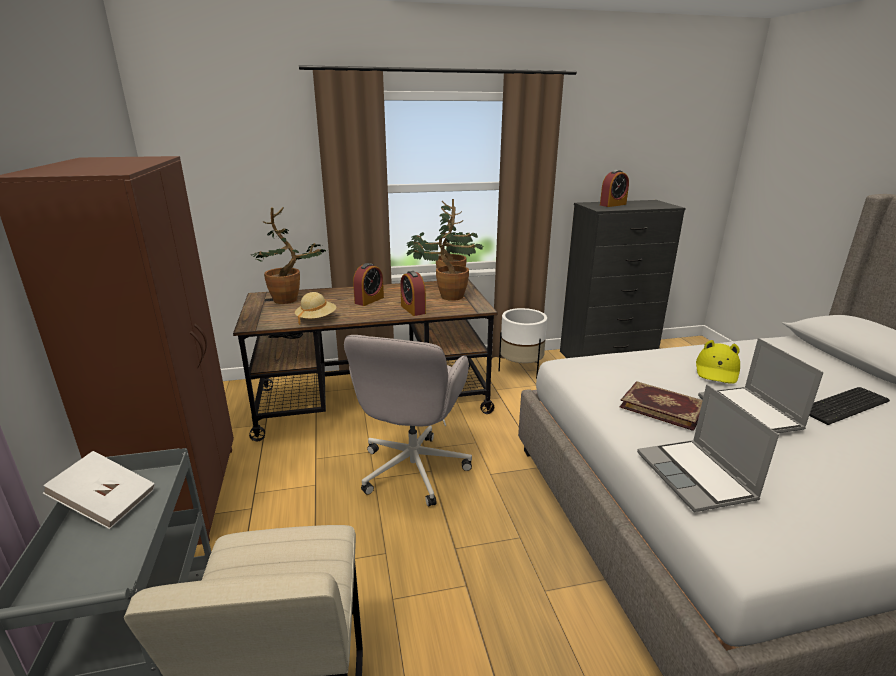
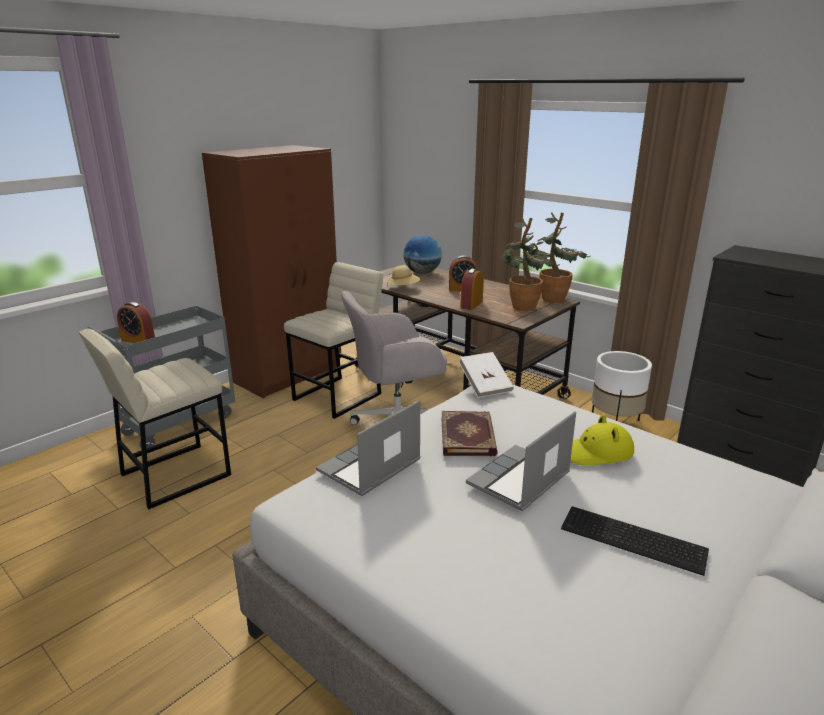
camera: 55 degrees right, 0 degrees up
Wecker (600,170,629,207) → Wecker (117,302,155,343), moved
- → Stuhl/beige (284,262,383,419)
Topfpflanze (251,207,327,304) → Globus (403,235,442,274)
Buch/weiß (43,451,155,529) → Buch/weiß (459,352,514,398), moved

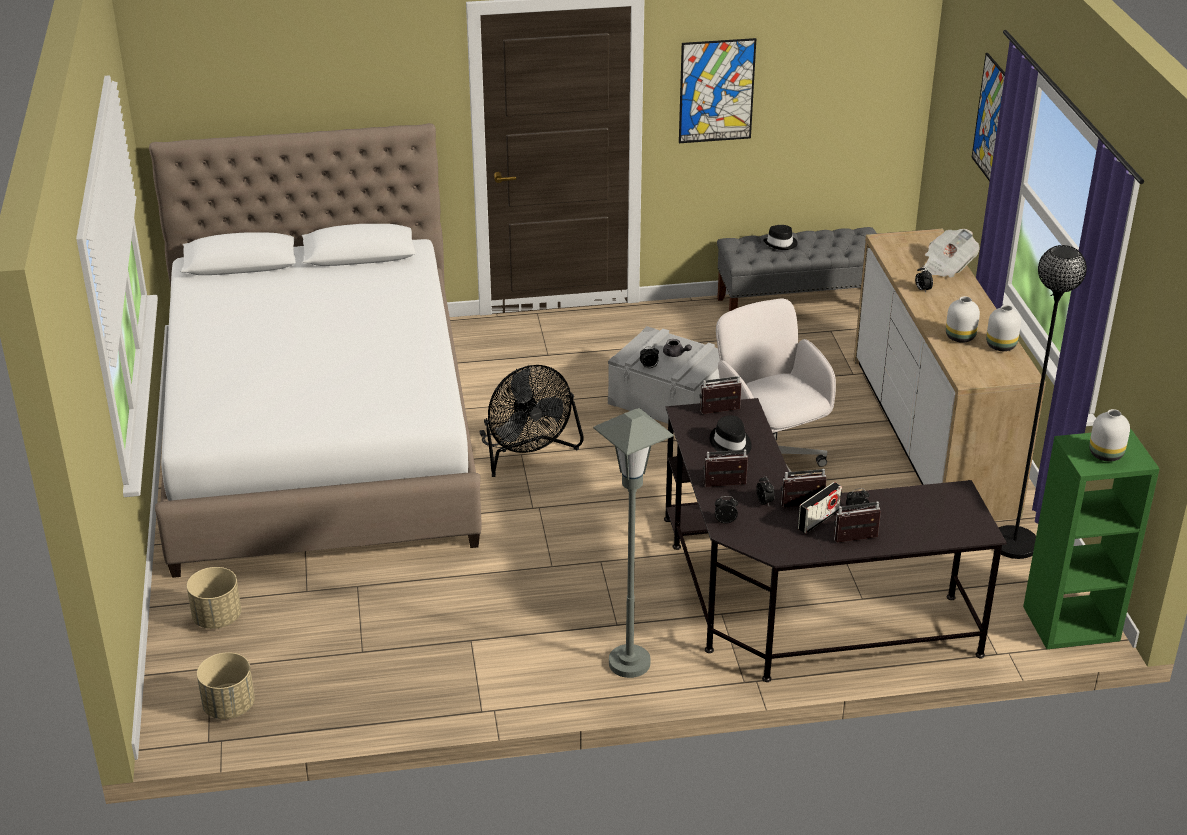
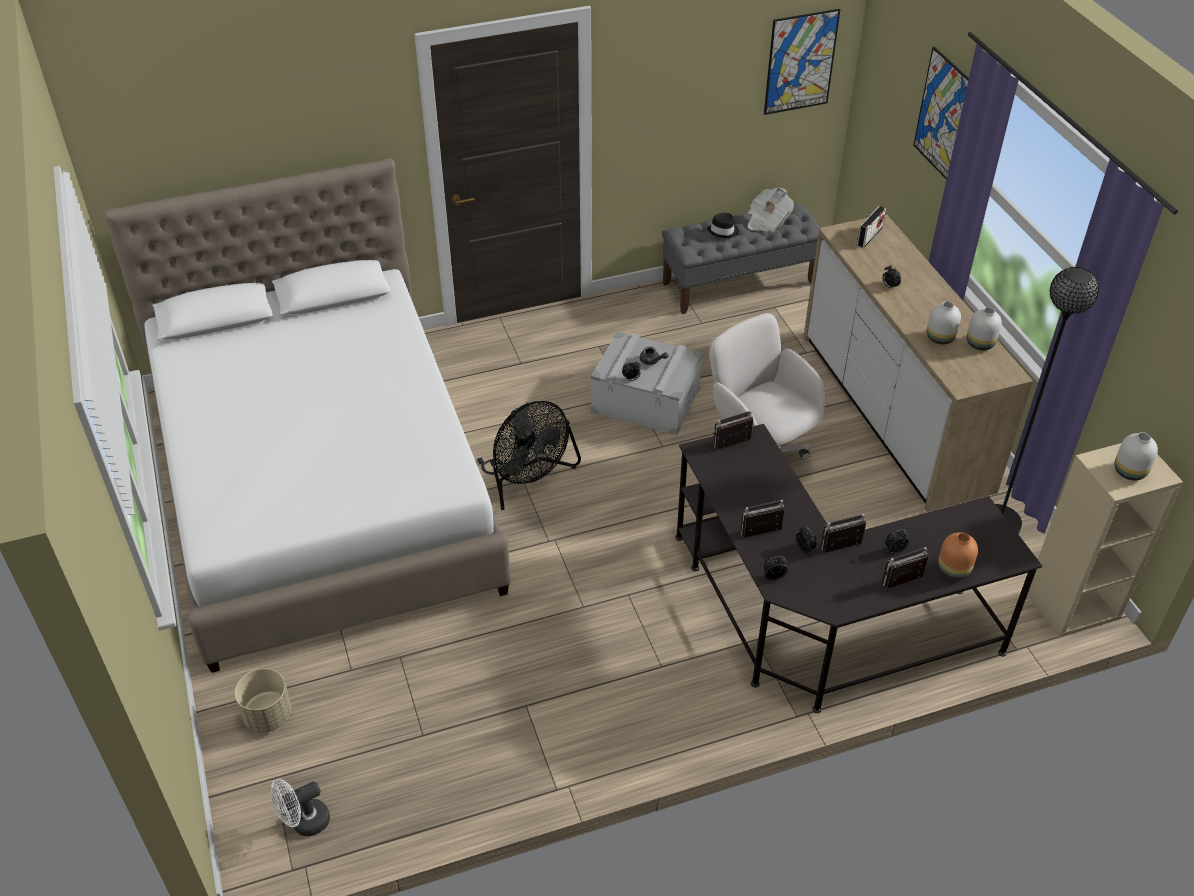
camera: 10 degrees left, 10 degrees up
Pflanzkübel/beige (197,652,255,719) → Ventilator/weiß (270,778,330,836)
Zeitung (922,229,979,278) → Zeitung (748,188,794,232), moved
Bild (679,38,756,143) → Bild (764,9,840,115), moved
Radio (798,482,842,533) → Radio (857,206,886,248), moved
- → Vase/orange (938,533,978,579)
Bücherregal/grün (1023,429,1160,649) → Bücherregal/beige (1027,443,1183,638)
Stehlampe/grau (593,408,674,678) → -
Hut/schwarz (710,415,752,455) → -

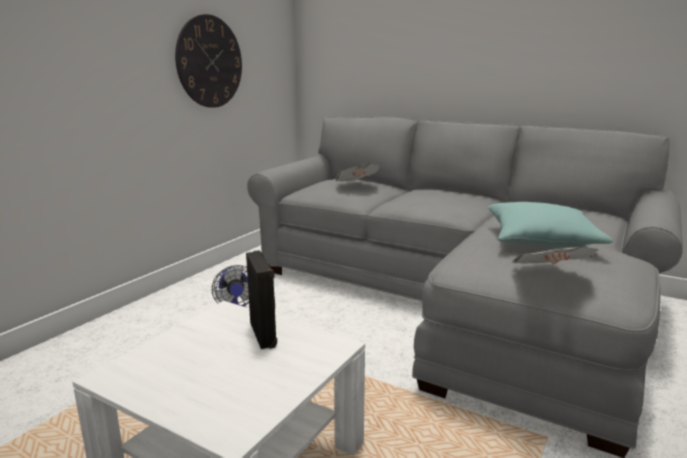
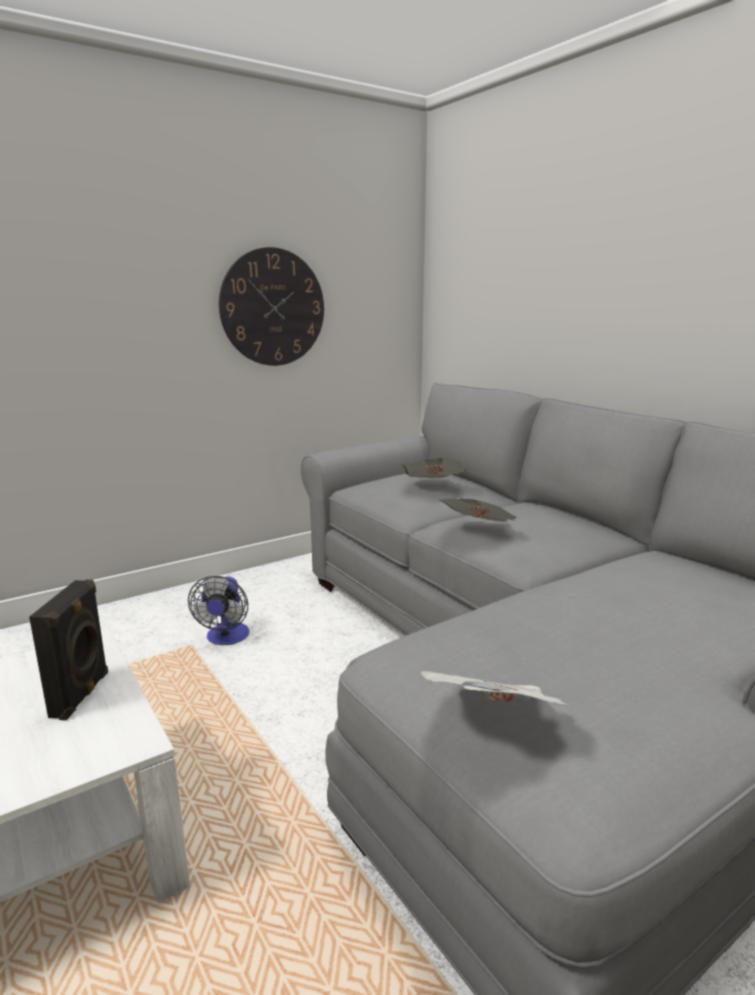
camera: 25 degrees right, 0 degrees up
- → Zeitung (438,498,516,522)
Kissen/türkis (488,202,613,247) → -

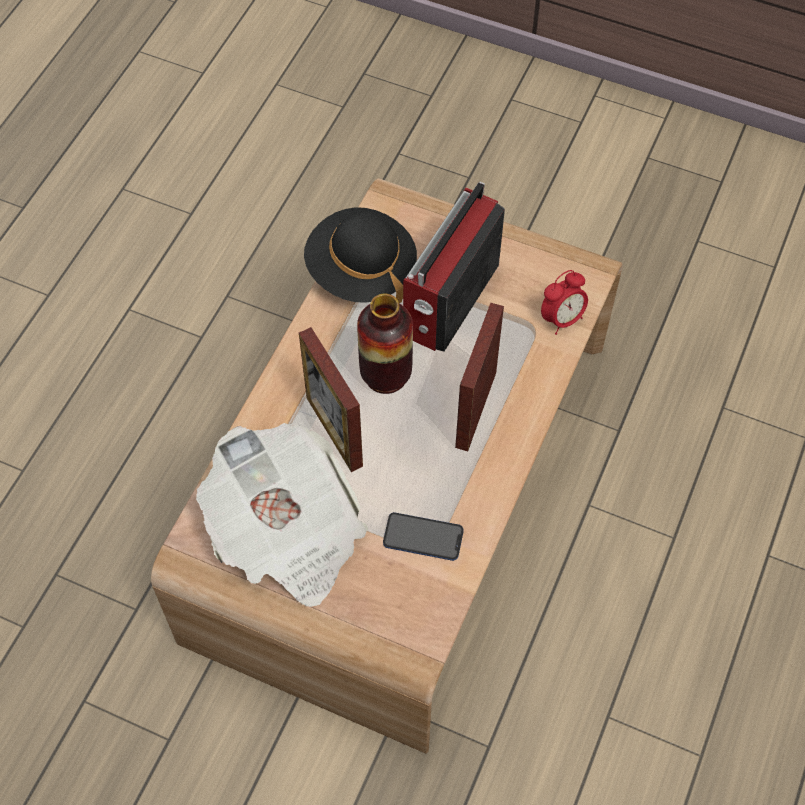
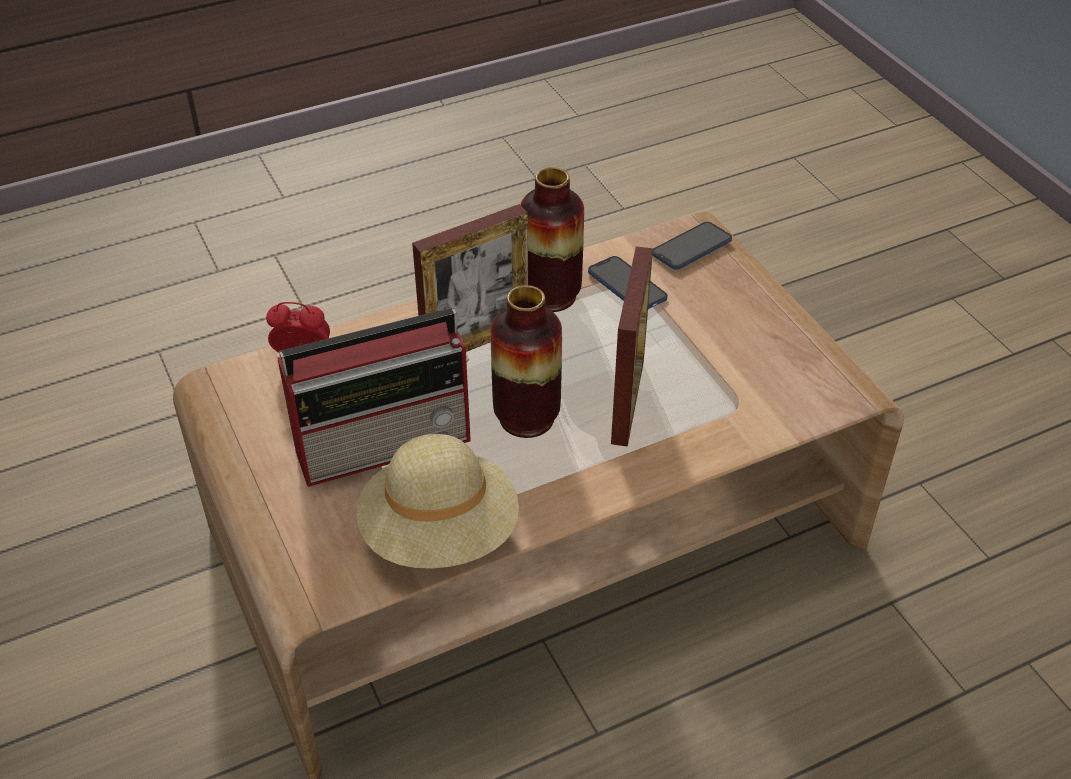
camera: 140 degrees left, 15 degrees down
Hut/schwarz (304,207,417,303) → Hut/beige (357,434,519,569)
- → Vase (520,167,584,312)
- → Handy (652,222,732,270)
Zeitung (196,423,368,607) → -

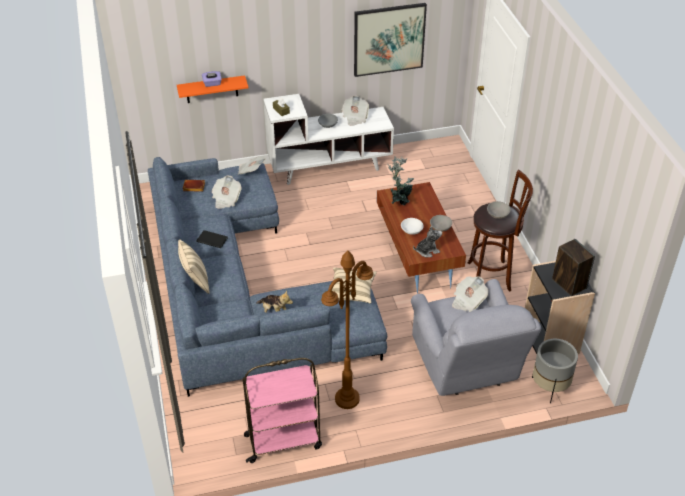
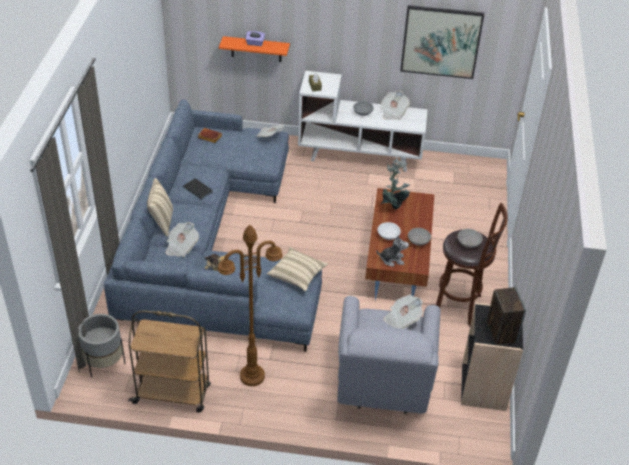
camera: 20 degrees right, 0 degrees up
Pflanzkübel/grau (532,339,578,404) → Pflanzkübel/grau (78,314,126,378), moved
Rollwagen/rosa (243,358,322,463) → Rollwagen/braun (128,310,211,413)
Zeitung (211,176,242,209) → Zeitung (165,222,199,257), moved

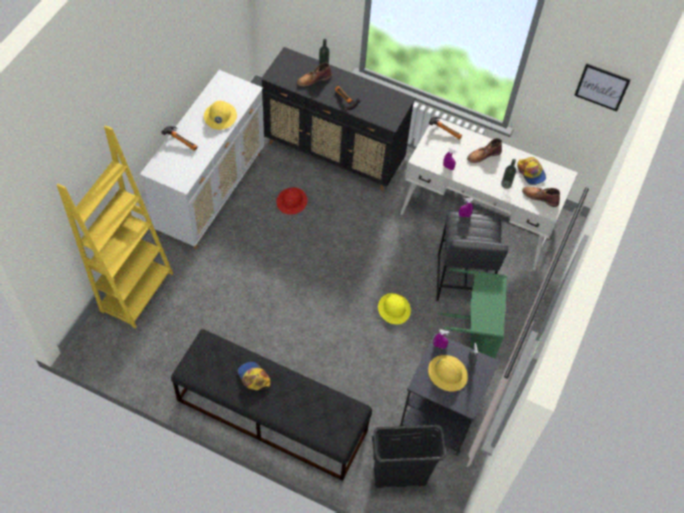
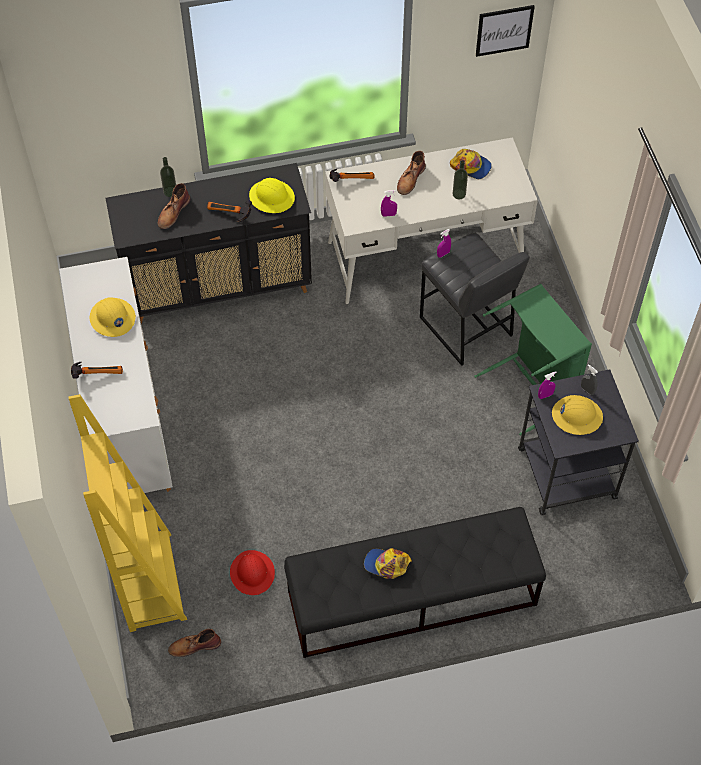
camera: 35 degrees left, 0 degrees up
Stiefel/braun (522,187,560,207) → Stiefel/braun (168,629,221,657), moved
Schutzhelm/rot (276,187,308,215) → Schutzhelm/rot (230,550,275,595), moved
Schutzhelm/gelb (378,293,411,324) → Schutzhelm/gelb (249,178,295,213), moved
Mülleimer/schwarz (372,425,445,488) → -

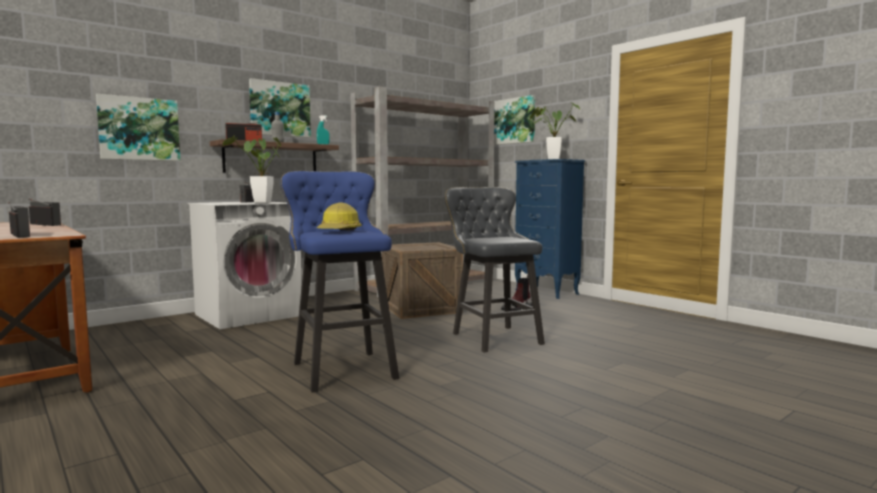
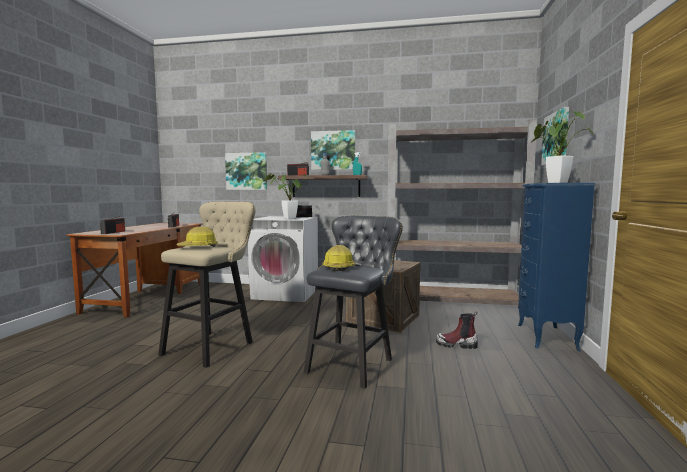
camera: 50 degrees right, 0 degrees up
Hocker/blau (280,171,399,392) → Hocker/beige (158,201,256,368)
- → Schutzhelm (322,245,355,271)

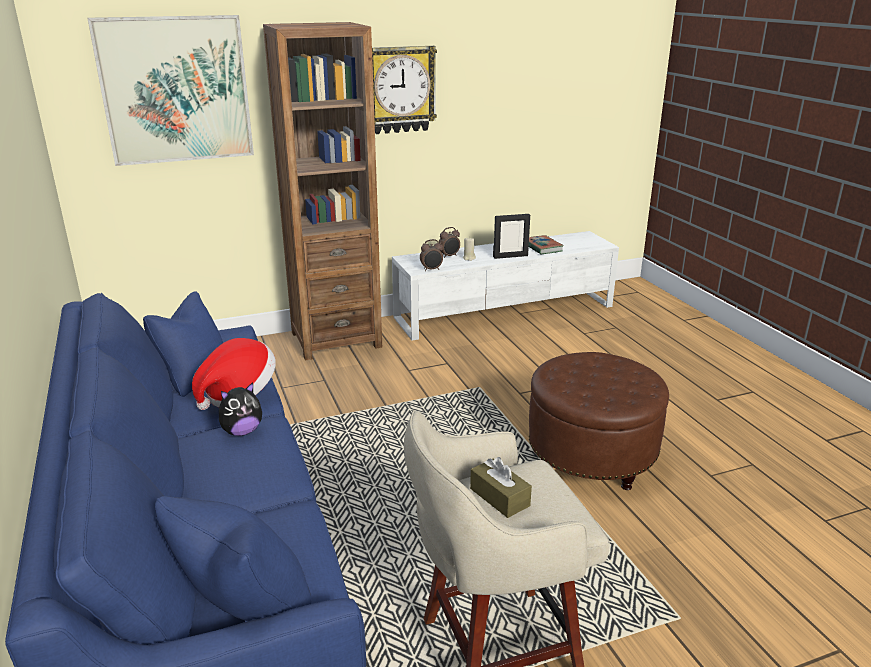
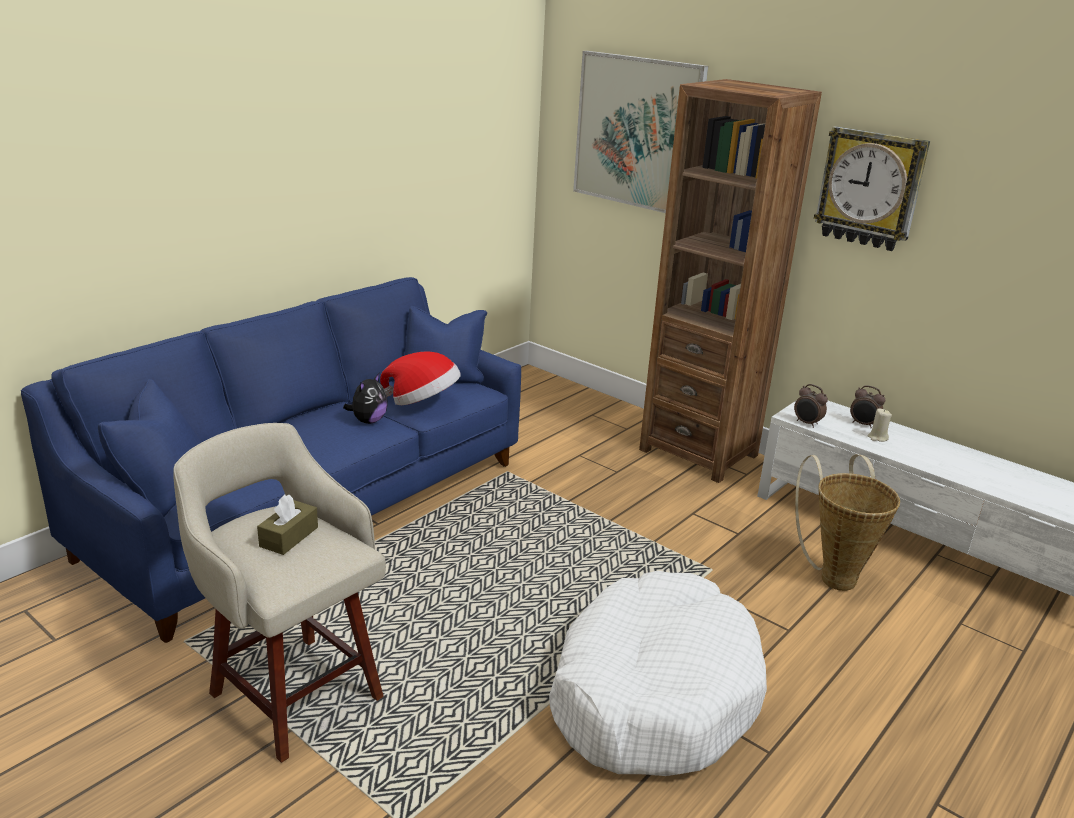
camera: 60 degrees right, 0 degrees up
Plüschtier (219,382,262,436) → Plüschtier (343,373,388,424), 90 degrees counterclockwise
Polsterhocker/braun (529,352,669,490) → Hundebett/weiß (549,571,767,776)
- → Korb (795,454,900,591)
Bilderrahmen (493,214,530,259) → -
Buch (529,235,564,255) → -

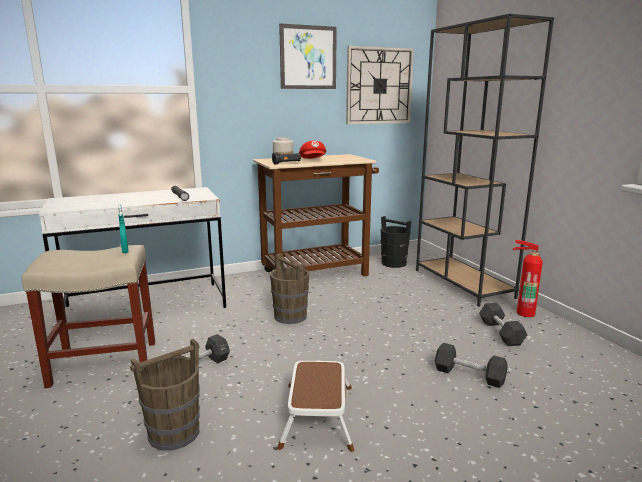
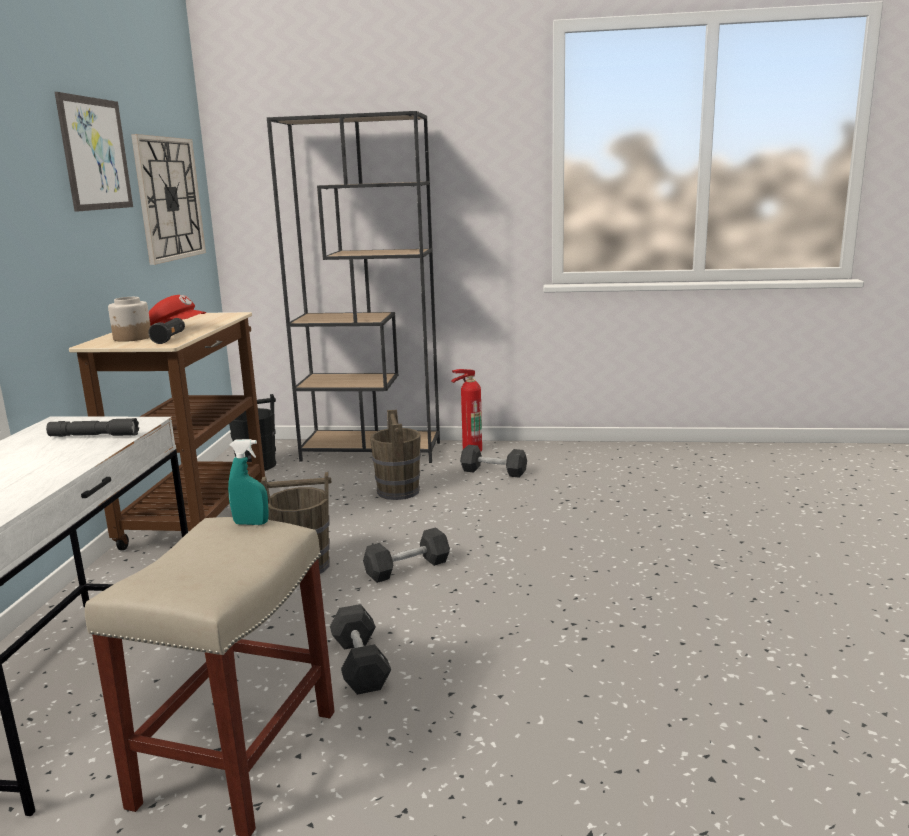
camera: 60 degrees left, 0 degrees up
Hantel/schwarz (435,343,507,388) → Hantel/schwarz (363,527,450,583), moved
Eimer/braun (130,339,200,450) → Eimer/braun (370,409,421,500), moved
Trittleiter/braun (277,361,354,452) → -

